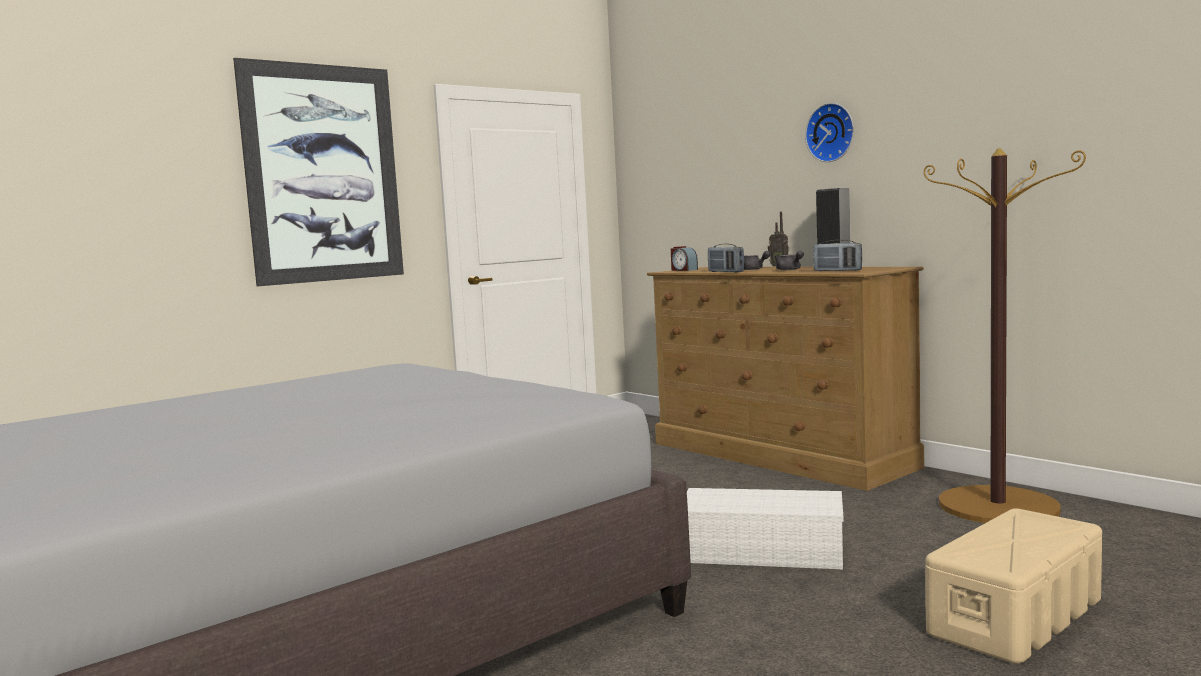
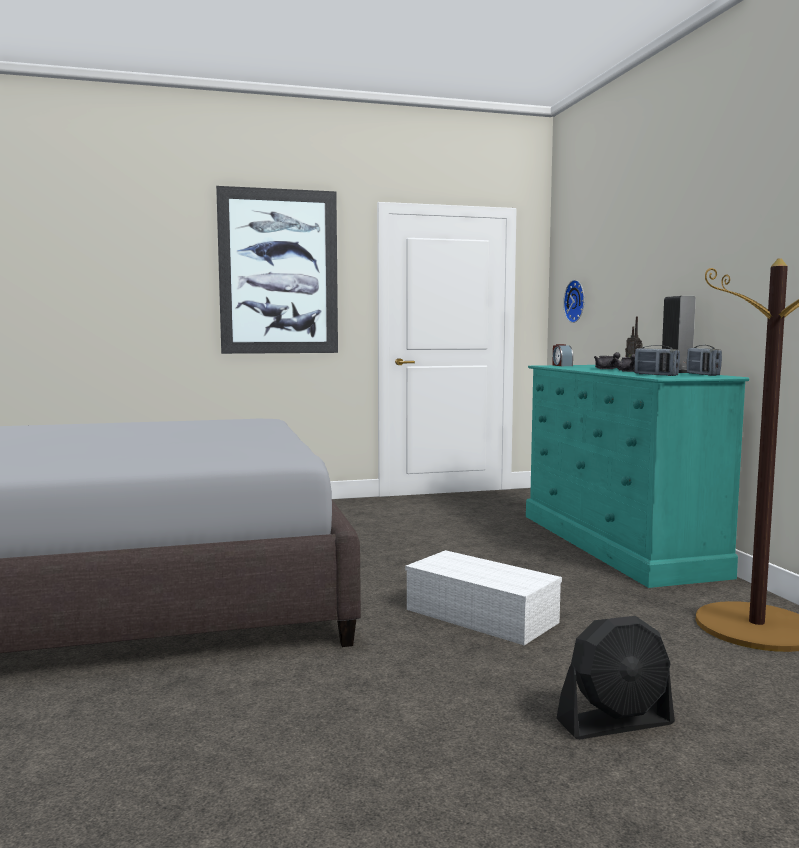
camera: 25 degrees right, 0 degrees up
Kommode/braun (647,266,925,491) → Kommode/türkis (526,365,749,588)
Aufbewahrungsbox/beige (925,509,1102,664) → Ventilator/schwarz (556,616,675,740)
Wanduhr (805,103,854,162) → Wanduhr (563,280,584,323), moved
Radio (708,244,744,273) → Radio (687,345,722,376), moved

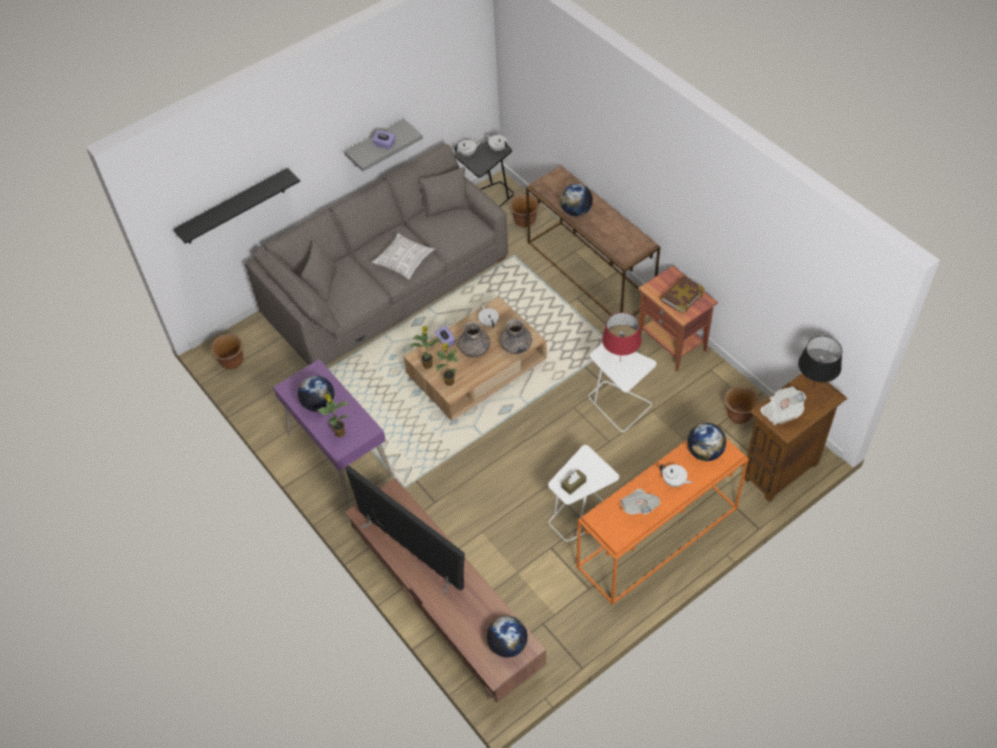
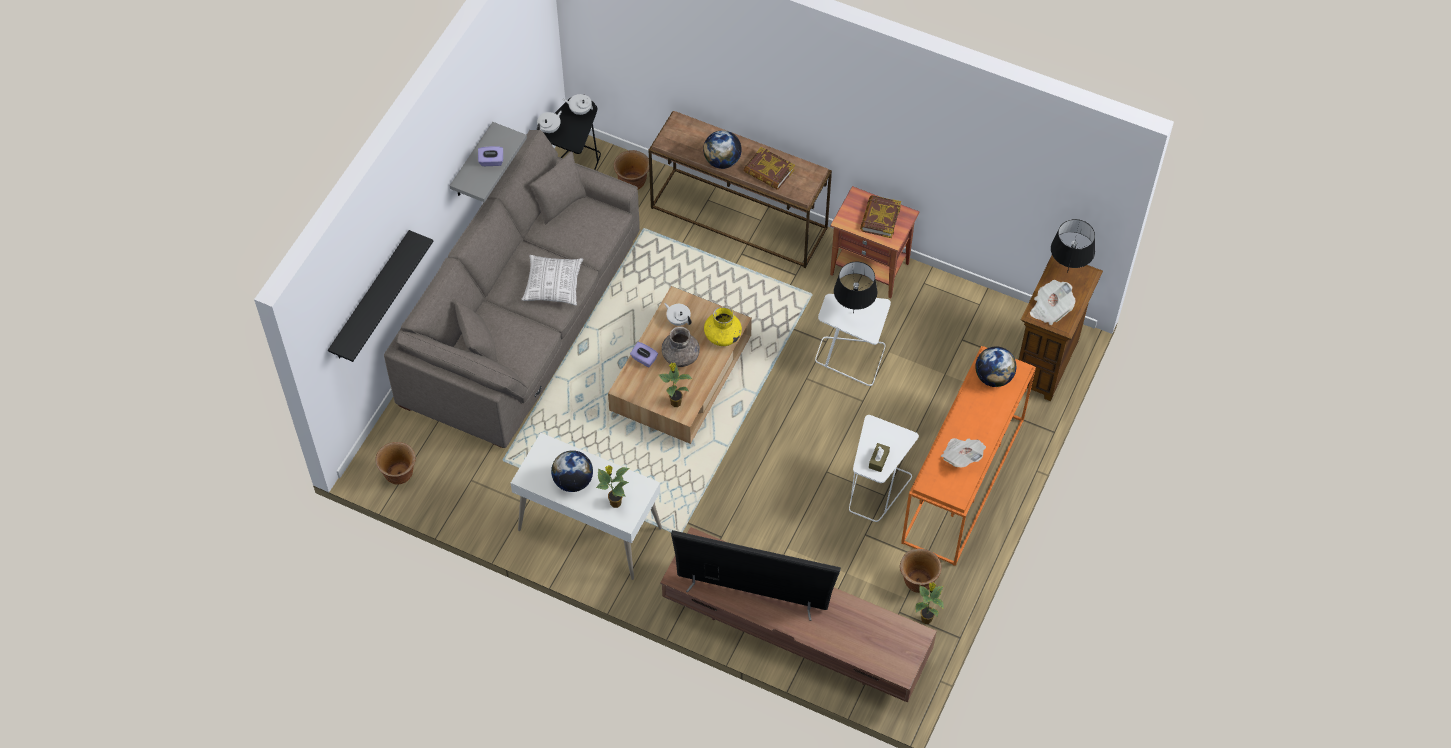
camera: 30 degrees left, 5 degrees up
Schreibtisch/lila (273,359,394,507) → Schreibtisch/weiß (511,433,662,580)
Vase/grau (500,319,532,354) → Vase/gelb (704,306,742,346)
- → Buch (744,147,795,190)
Tischlampe/rot (602,312,642,362) → Tischlampe/schwarz (834,262,877,314)
Pflanzkübel/braun (724,386,760,424) → Pflanzkübel/braun (900,549,941,593), moved
Topfpflanze (408,326,442,369) → Topfpflanze (915,582,944,624), moved
Globus (487,616,528,658) → -
Teekanne/weiß (659,464,693,487) → -

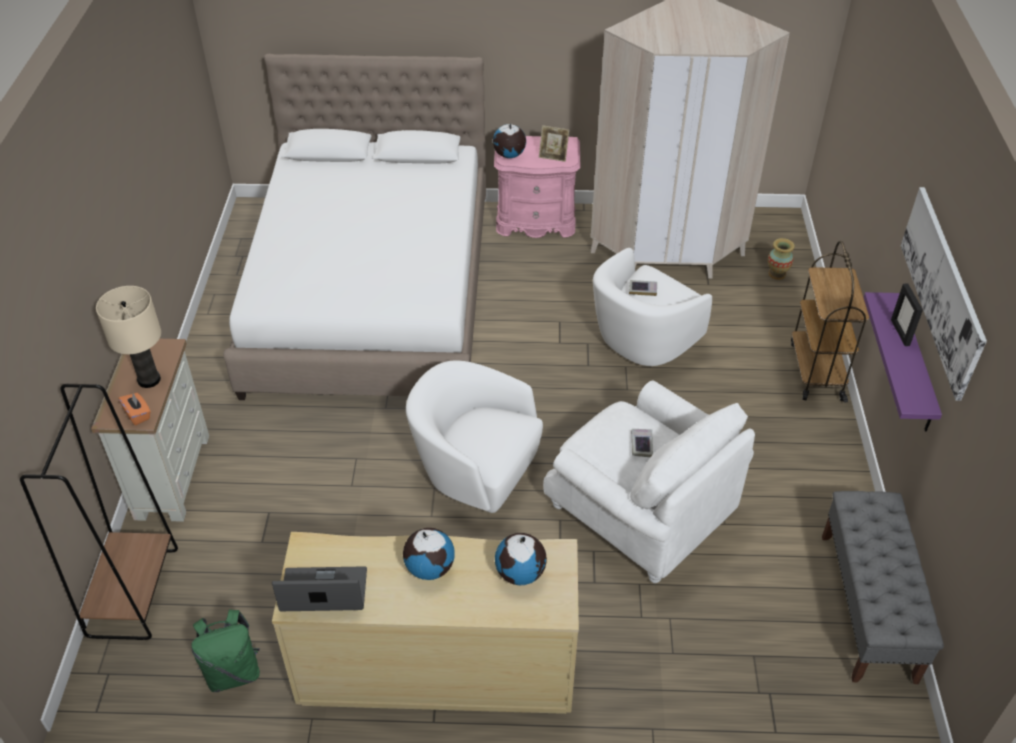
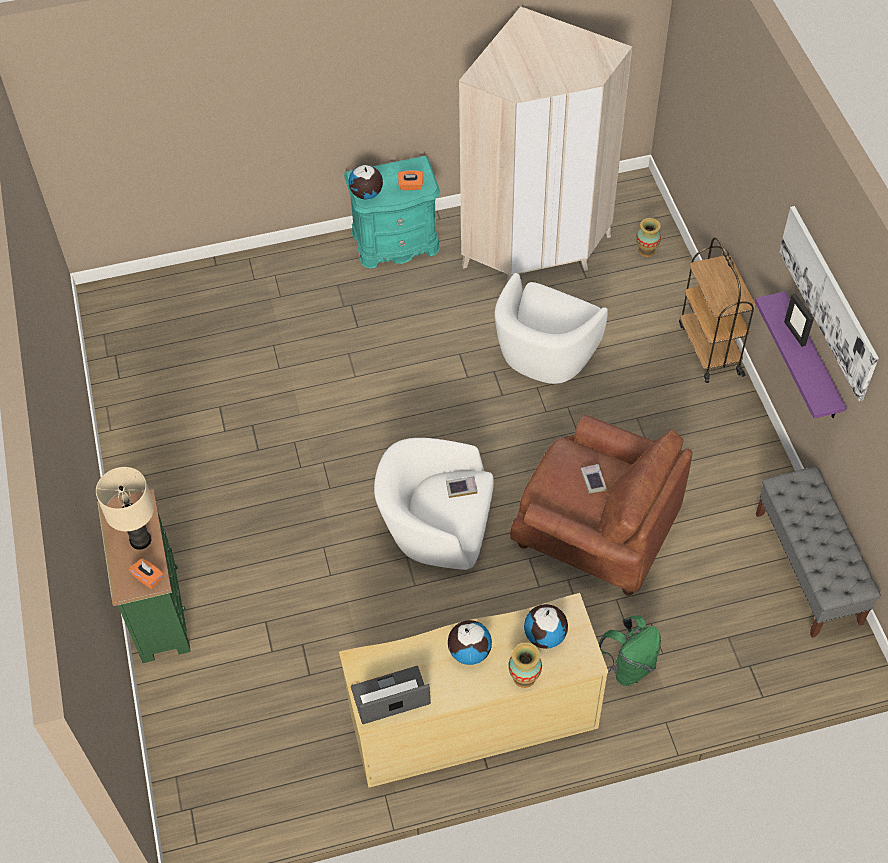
camera: 15 degrees left, 10 degrees up
Kommode/weiß (91,339,209,522) → Kommode/grün (97,489,191,663)
Nachttisch/rosa (494,136,580,238) → Nachttisch/türkis (344,156,440,268)
Bilderrahmen (539,125,569,162) → Taschentuchbox/orange (398,170,423,190)
Buch (629,280,657,296) → Buch (446,476,478,498), moved
- → Vase (508,642,542,688)
Sessel/weiß (543,380,755,583) → Sessel/braun (510,415,692,596)
Rucksack/grün (191,609,260,692) → Rucksack/grün (599,615,661,686), moved
Kleiderständer (20,384,178,640) → -
Bett/weiß (223,54,486,400) → -

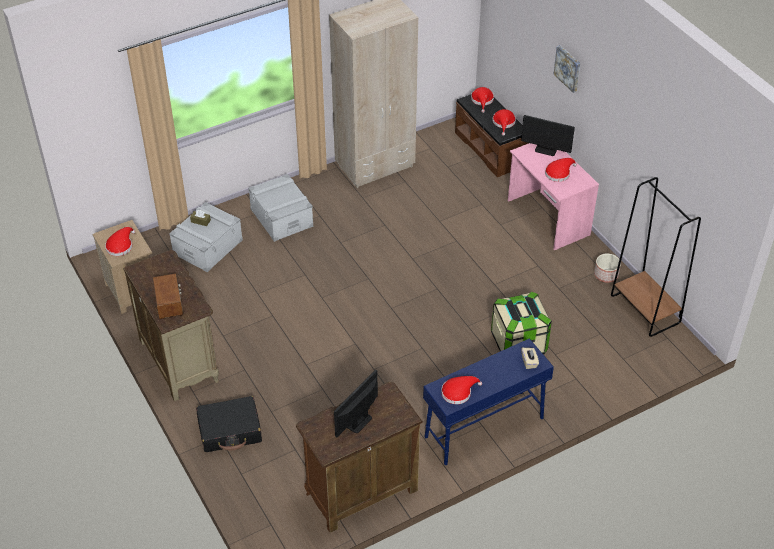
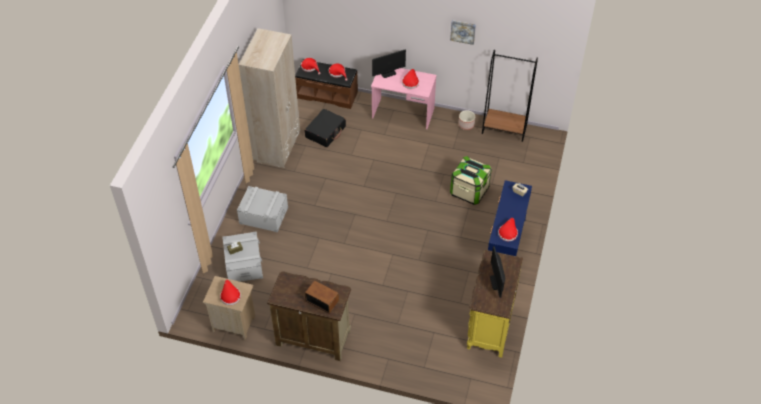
camera: 45 degrees left, 5 degrees up
Koffer/schwarz (196,396,262,452) → Koffer/schwarz (305,109,346,147), moved
Bild (553,45,580,93) → Bild (450,20,476,45), moved
Kommode/braun (296,382,423,533) → Kommode/gelb (467,250,523,358)

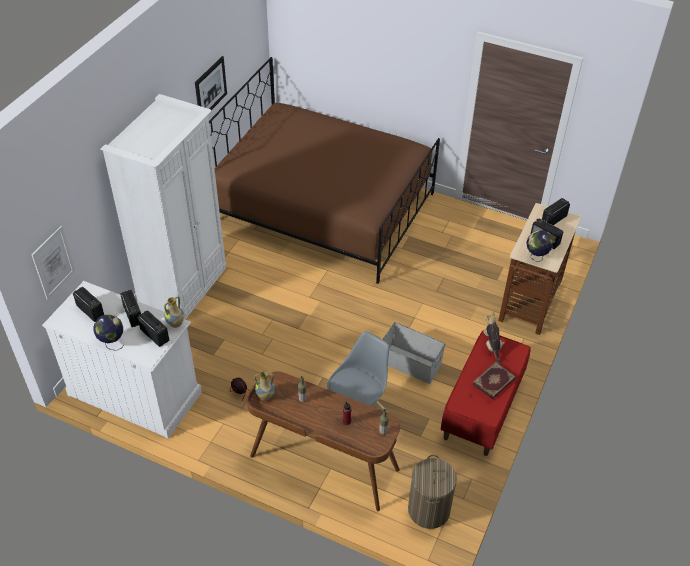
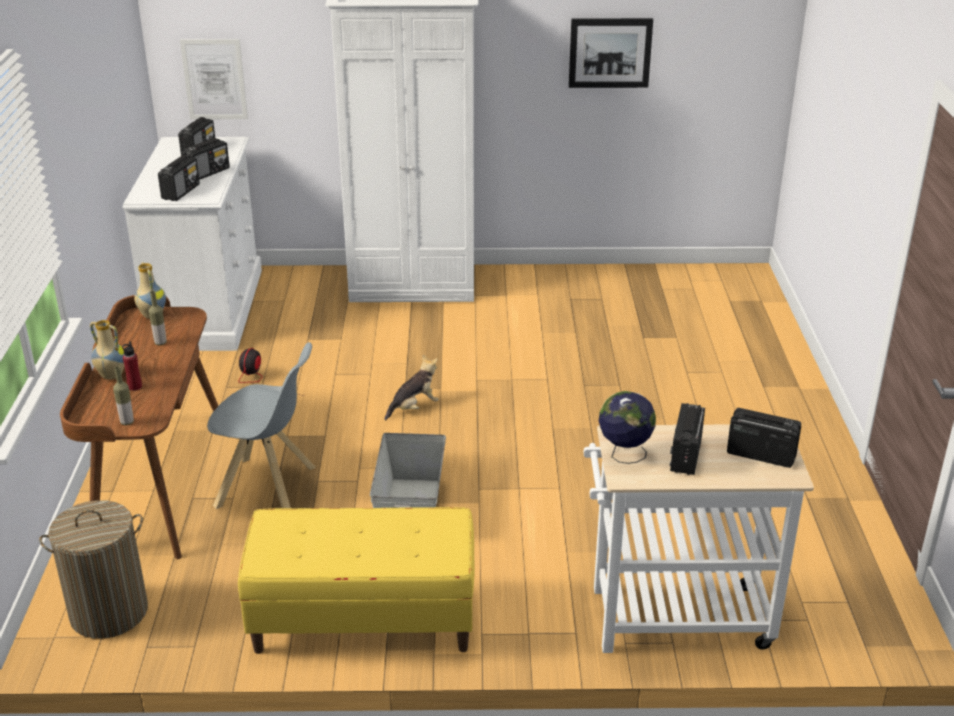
camera: 65 degrees right, 15 degrees down
Vase (164,296,184,328) → Vase (90,320,124,380), moved
Bank/rot (441,330,531,456) → Bank/gelb (238,507,474,654)
Plüschtier (483,311,505,363) → Plüschtier (384,355,439,421), moved
Rollwagen/braun (498,203,581,335) → Rollwagen/weiß (584,425,814,653)
Globus (94,314,124,350) → -
Bett/braun (209,57,440,284) → -
Buch (472,362,516,399) → -

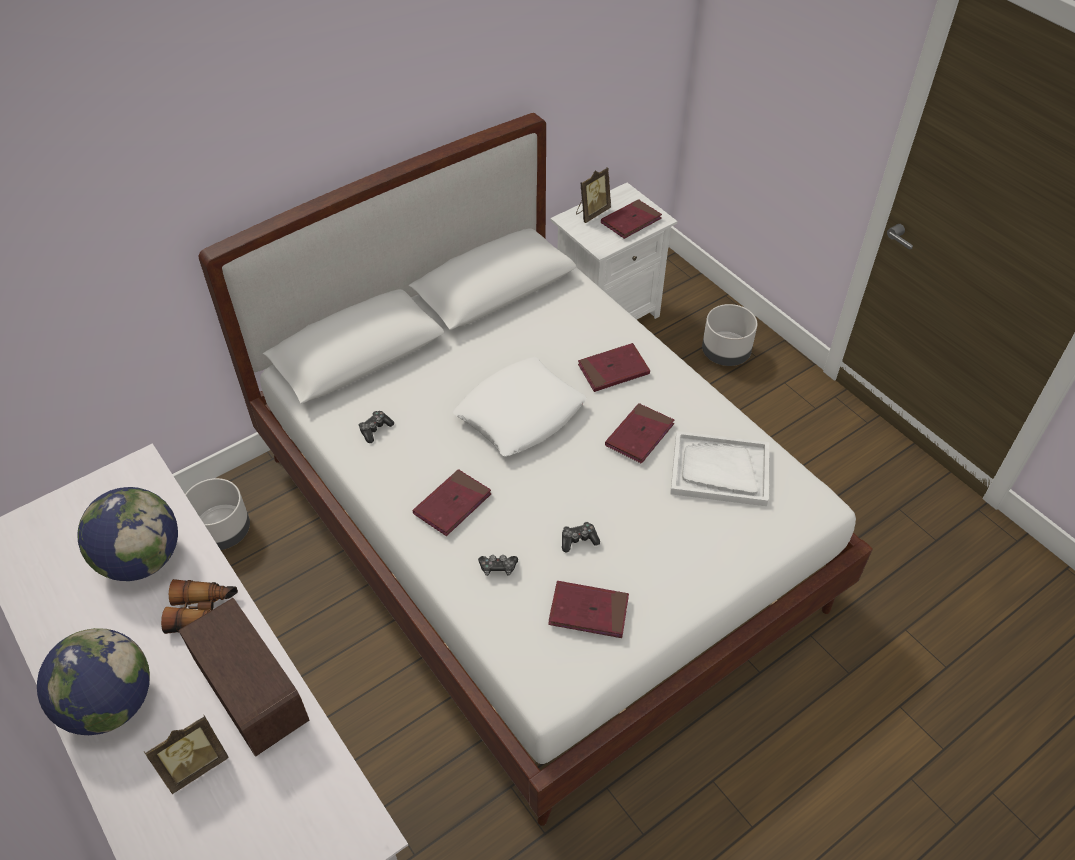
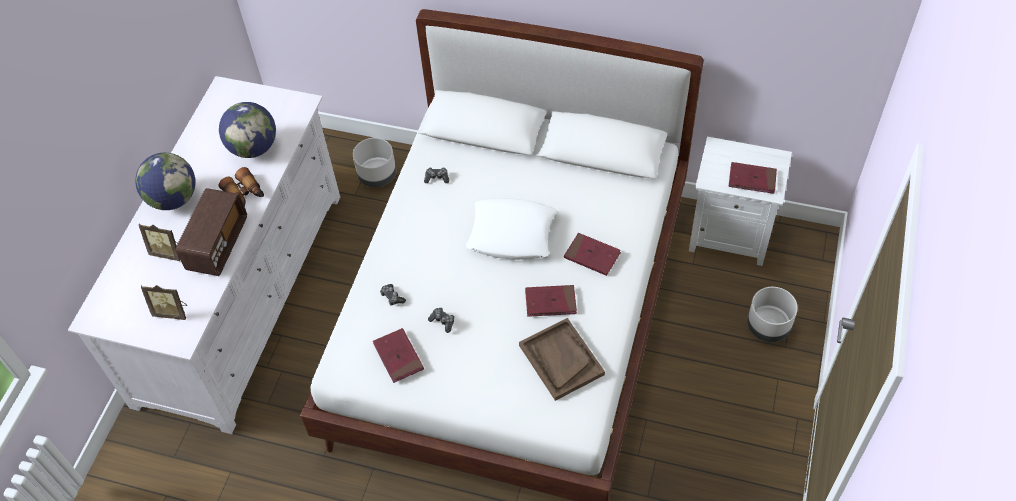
camera: 55 degrees right, 5 degrees up
Bilderrahmen (576,167,611,223) → Bilderrahmen (141,285,187,320), moved
Tablett/weiß (670,431,769,506) → Tablett/braun (519,318,605,401)
Buch/rot (413,469,492,536) → -

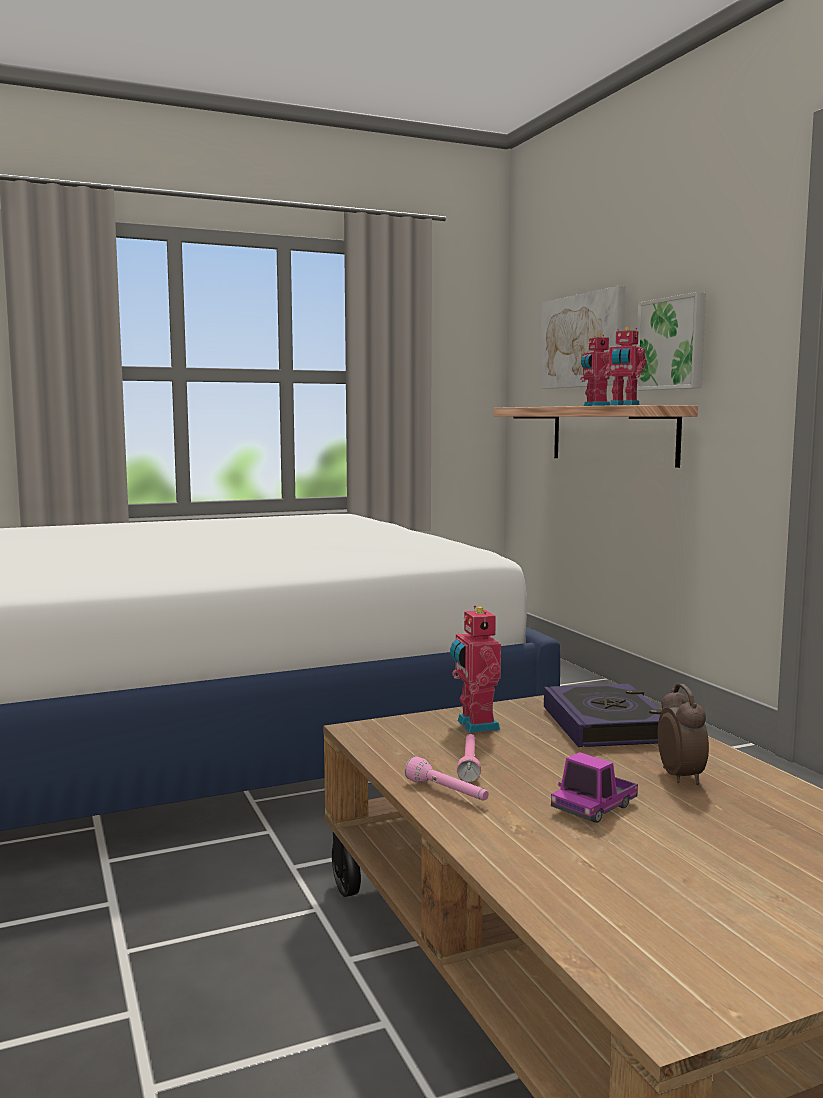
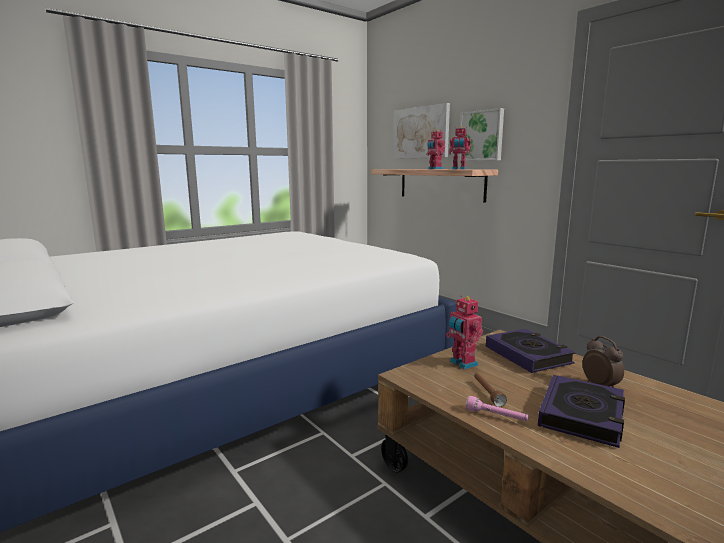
camera: 15 degrees left, 5 degrees up
Taschenlampe/rosa (457,734,481,782) → Taschenlampe/braun (474,373,507,407)
Spielzeuglaster (551,752,638,823) → Buch (538,375,625,448)

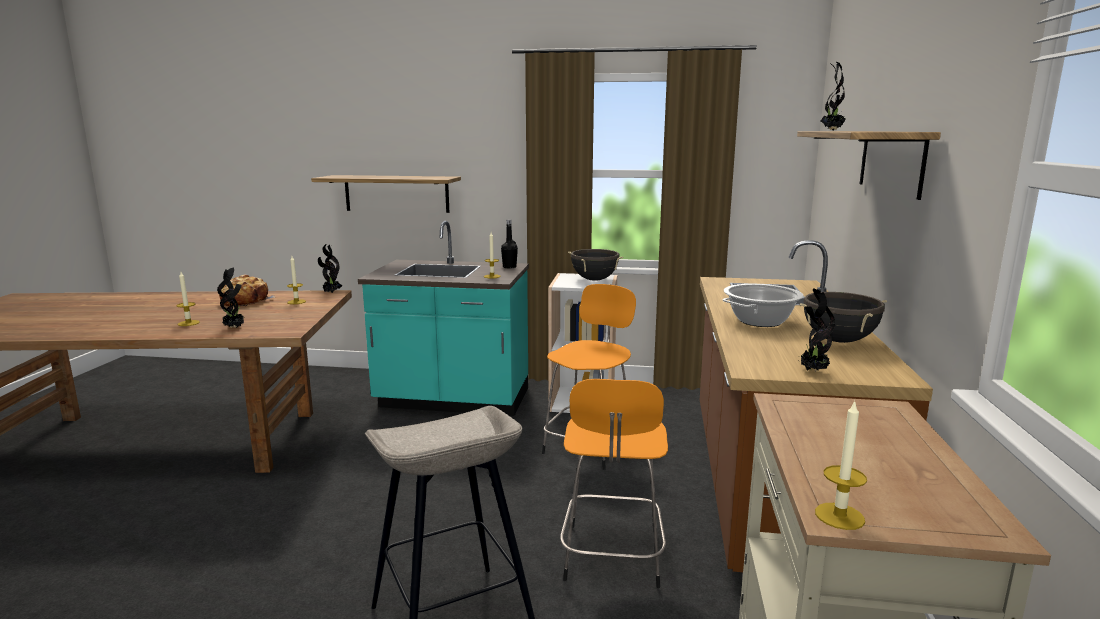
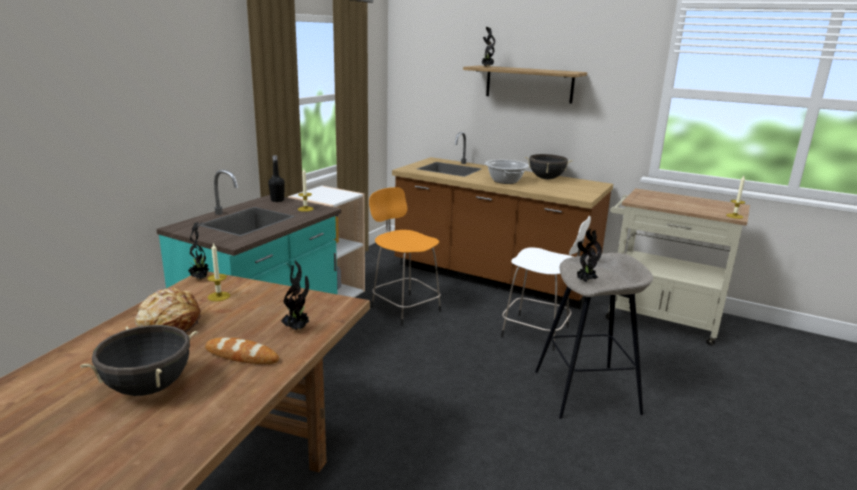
camera: 70 degrees left, 5 degrees up
Kochtopf/schwarz (568,249,623,281) → Kochtopf/schwarz (80,325,198,396), moved
Kerze (176,272,200,326) → Brot (205,337,279,364)
Hocker/orange (560,379,668,588) → Hocker/weiß (501,216,591,351)
Topfpflanze (798,288,835,372) → Topfpflanze (577,229,602,282), moved
Wandregal (311,175,461,213) → -

